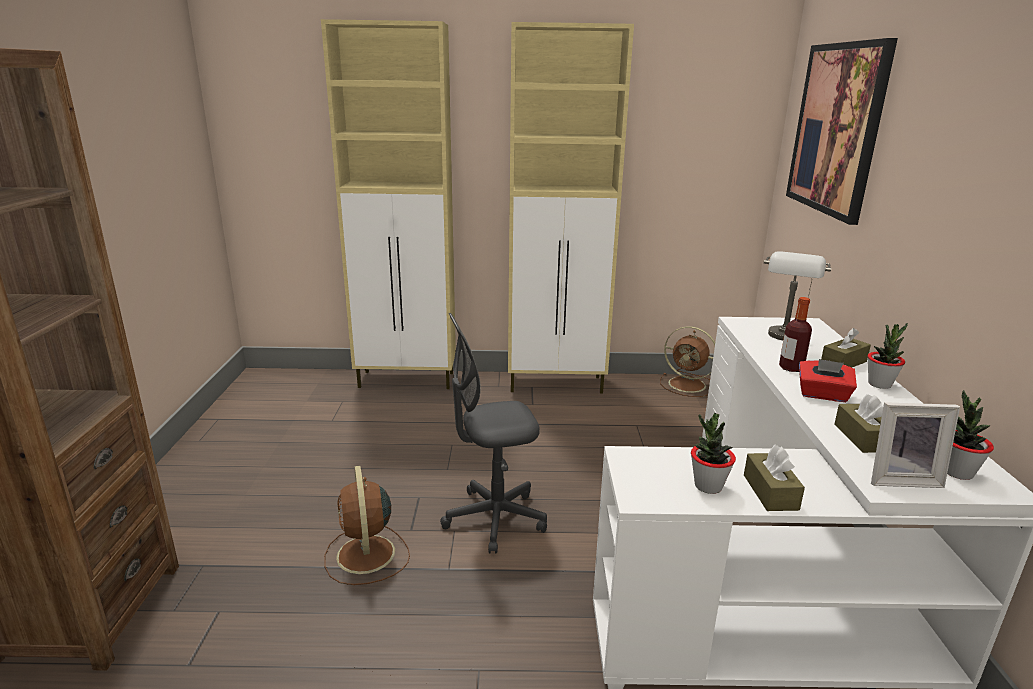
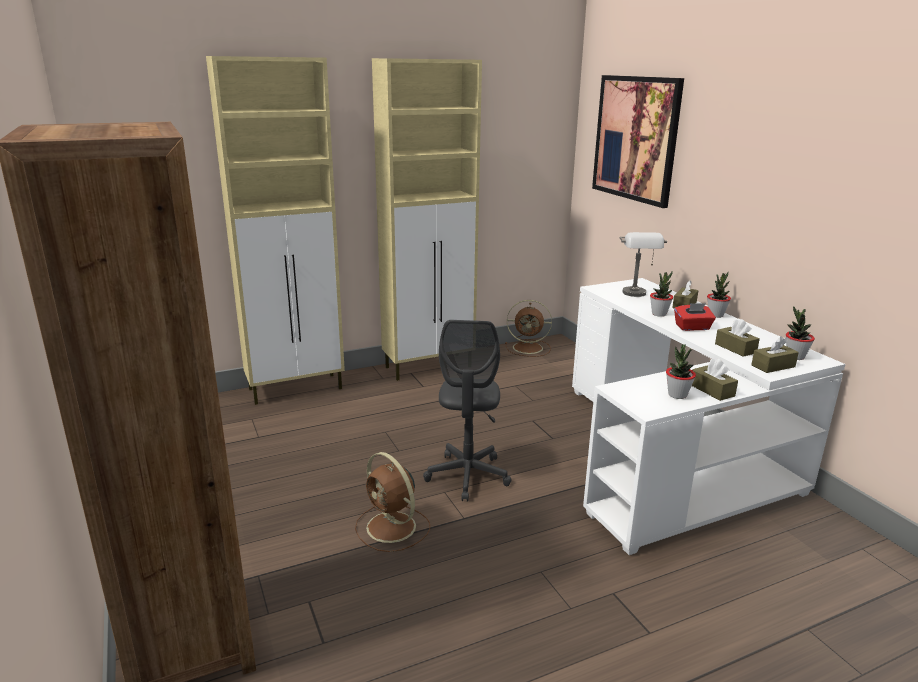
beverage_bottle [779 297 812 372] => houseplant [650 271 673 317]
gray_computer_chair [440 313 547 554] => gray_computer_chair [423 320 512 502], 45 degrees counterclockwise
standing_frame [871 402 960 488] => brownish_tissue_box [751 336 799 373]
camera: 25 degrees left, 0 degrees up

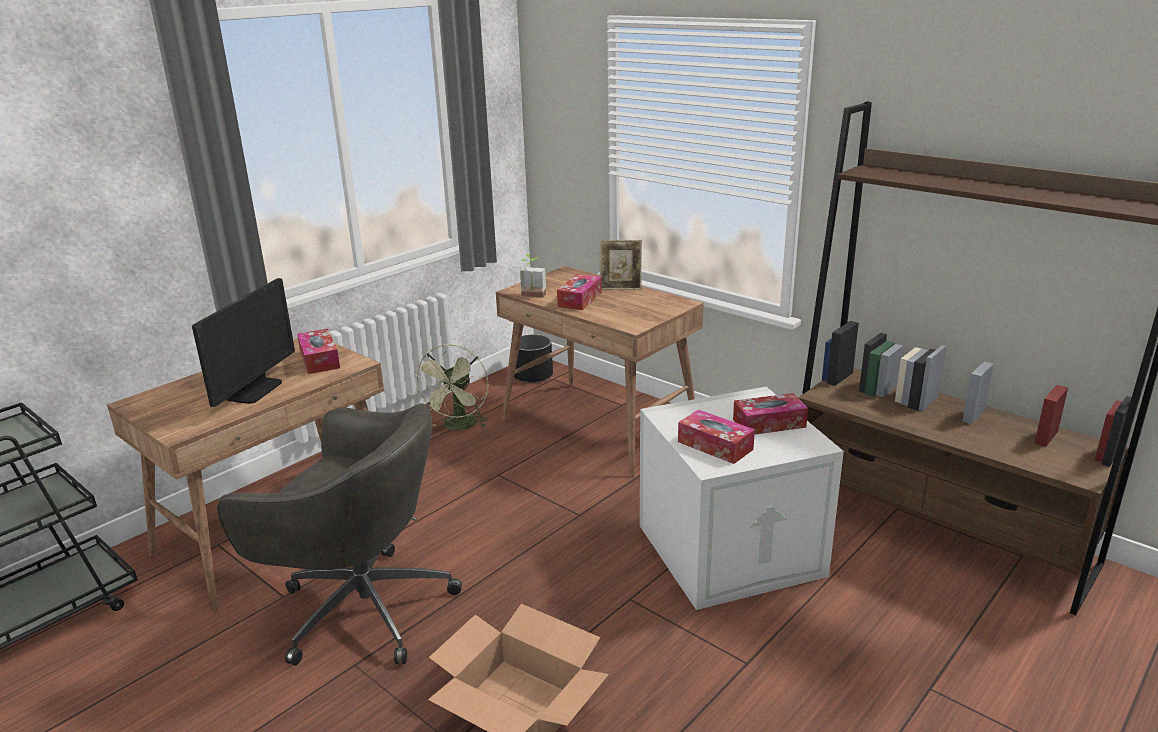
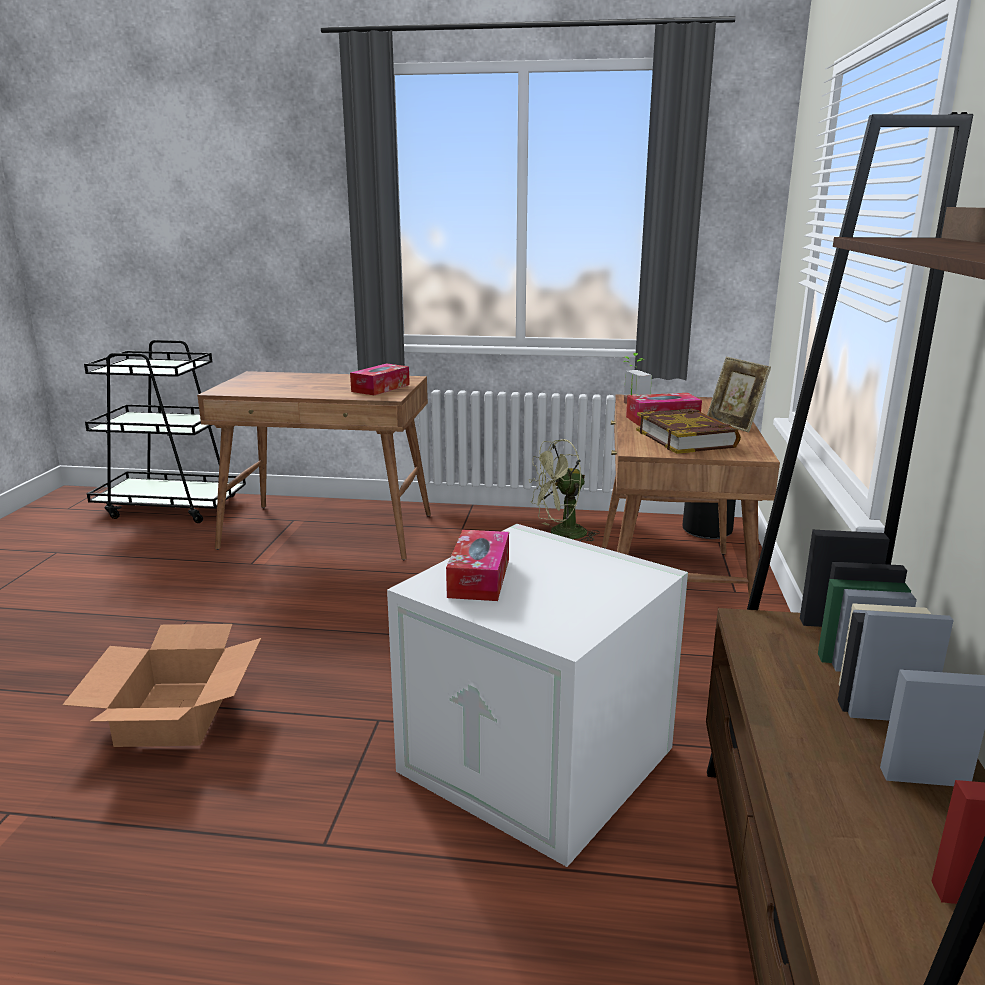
computer_screen [192 278 295 407] => nothing
tissue_box [733 393 808 435] => nothing
gray_computer_chair [217 403 462 666] => nothing
nothing => bound_book [636 409 741 454]
camera: 55 degrees right, 5 degrees down

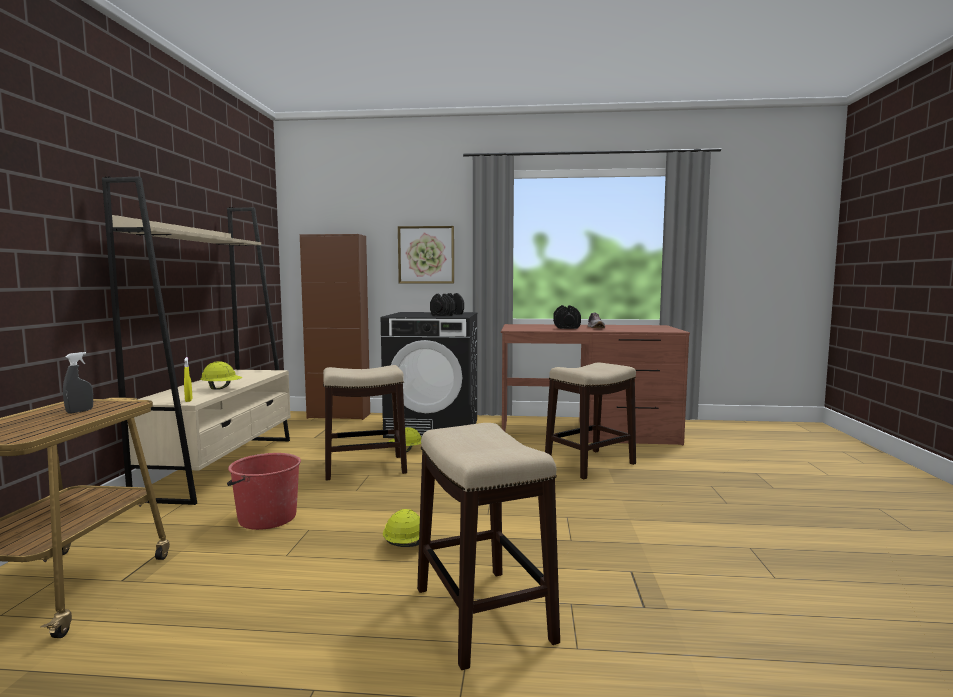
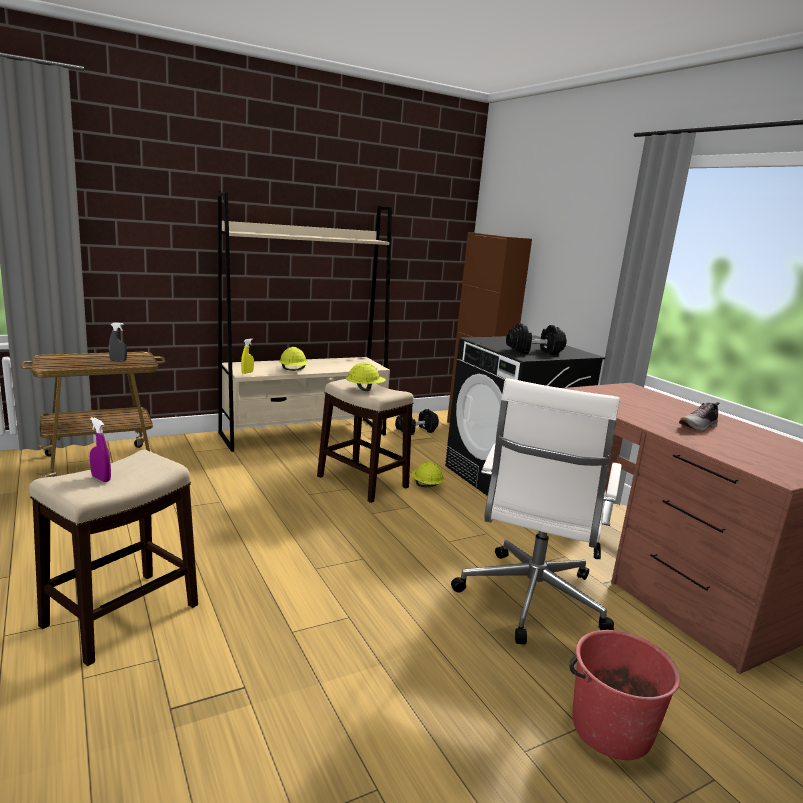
wall_art [398 226 454 284] => nothing
black-coloured_dumbbell [553 305 581 329] => black-coloured_dumbbell [395 409 439 435], relocated
sitting_stool [545 363 636 479] => whitish_computer_chair [451 378 622 645]
reddish_bucket [227 453 301 530] => reddish_bucket [569 630 680 760], relocated
yellow-coloured_work_helmet [383 509 420 547] => yellow-coloured_work_helmet [346 363 386 391], relocated
nothing => purplish_sprayer [90 417 111 482]
camera: 55 degrees right, 10 degrees up

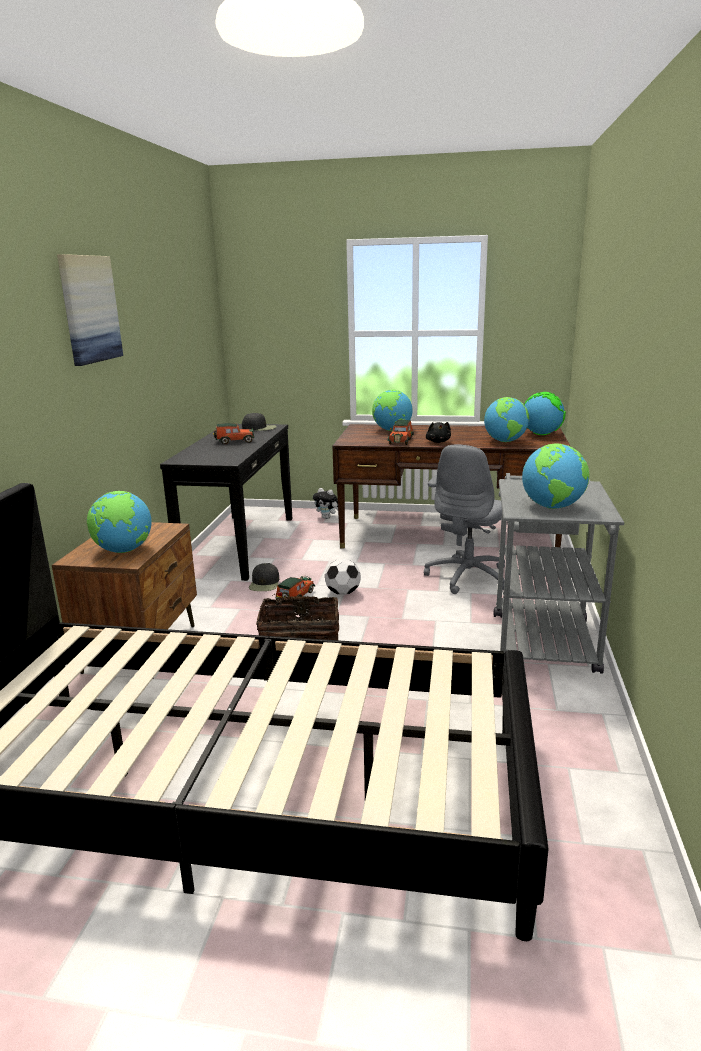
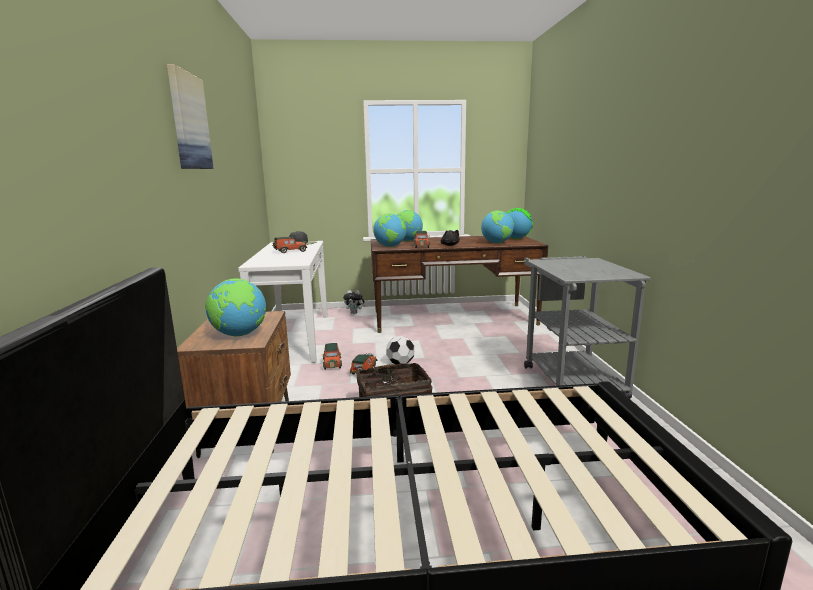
black-coloured_hall_table [160 424 292 581] => whitish_hall_table [238 241 328 363]
desk_globe [522 443 589 509] => desk_globe [373 213 406 247], relocated
gray_computer_chair [424 444 505 594] => nothing
black-coloured_cap [249 563 279 591] => model_car [322 343 342 370]
camera: 15 degrees left, 5 degrees down

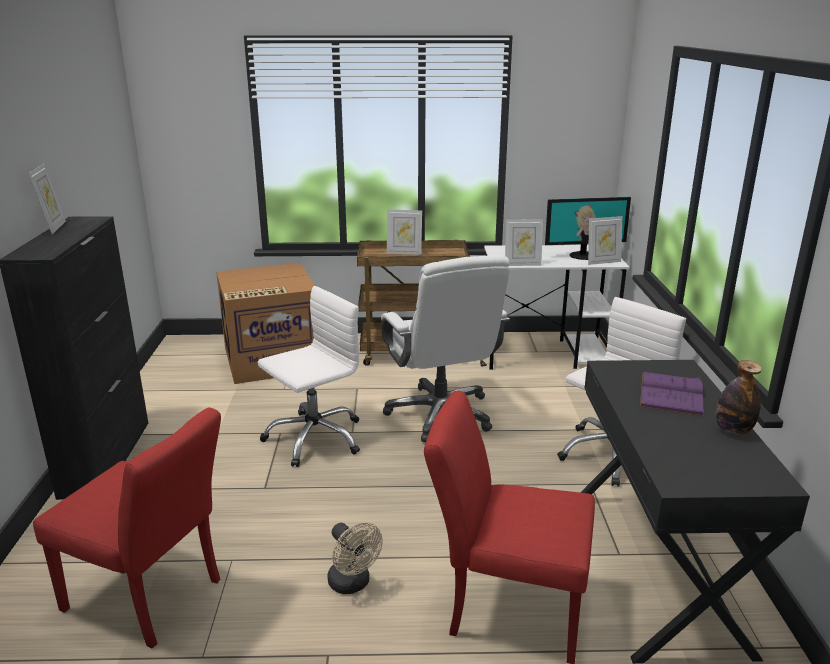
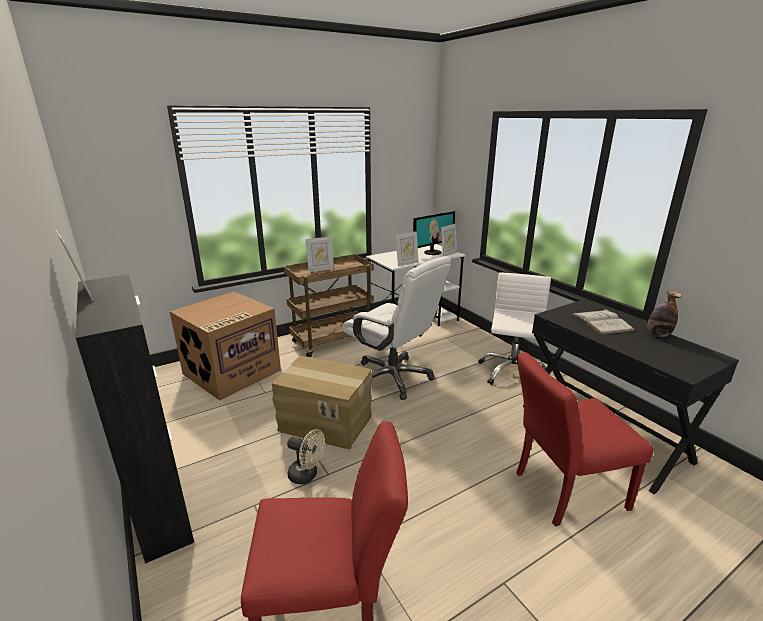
whitish_computer_chair [258 286 360 467] => cardboard_box [272 356 373 450]
purplish_bound_book [640 372 704 416] => whitish_bound_book [572 309 635 335]
sand-coloured_cooling_fan [327 522 383 594] => sand-coloured_cooling_fan [287 429 325 484], relocated
camera: 30 degrees left, 0 degrees up

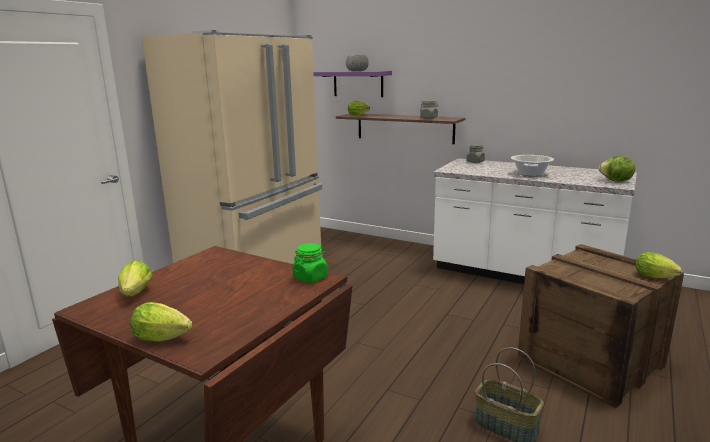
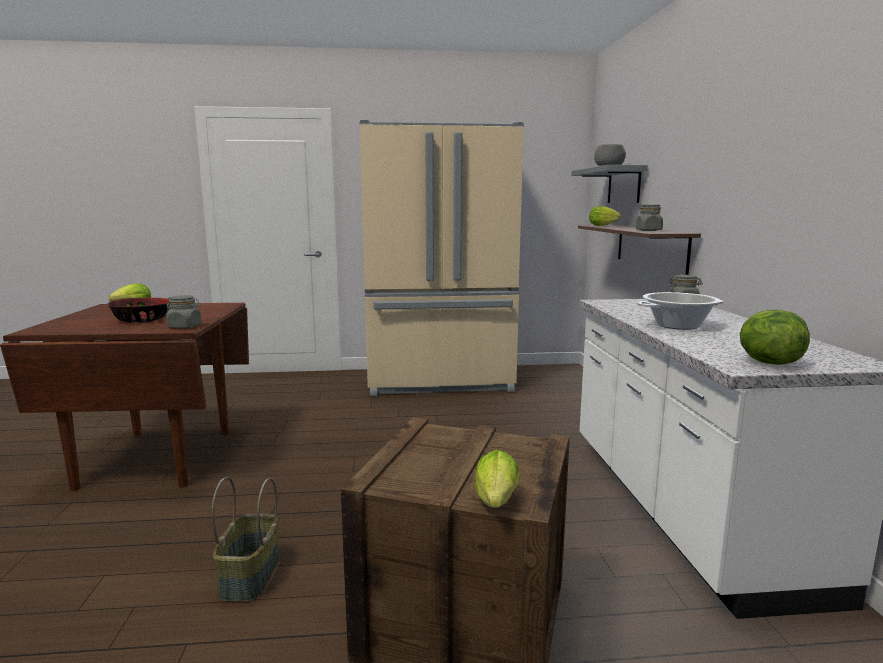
purplish_shelf [314 71 392 97] => gray_shelf [571 165 648 203]
green_jar [293 243 328 283] => gray_jar [166 295 202 329]
lettuce_head [130 302 192 342] => nothing
nothing => bowl [107 298 170 323]
camera: 55 degrees right, 5 degrees down

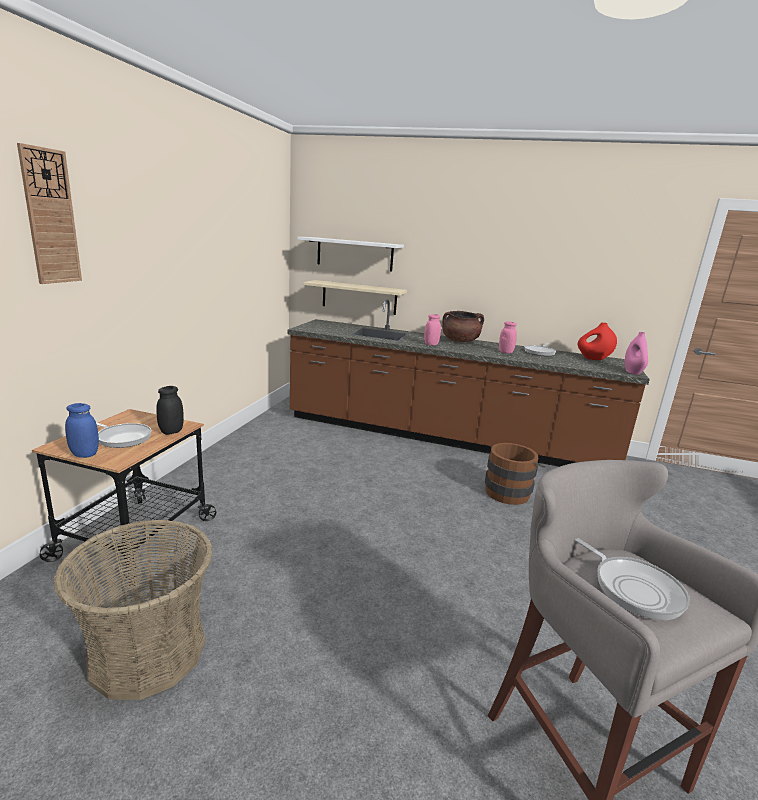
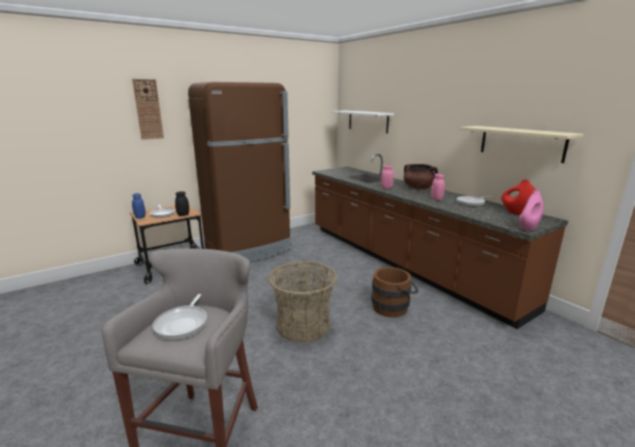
sand-coloured_shelf [303 280 407 315] => sand-coloured_shelf [459 126 583 163], relocated
household_basket [53 520 213 700] => household_basket [268 261 337 343], relocated
nothing => brownish_kitchen_fridge [188 82 292 262]
camera: 40 degrees right, 0 degrees up

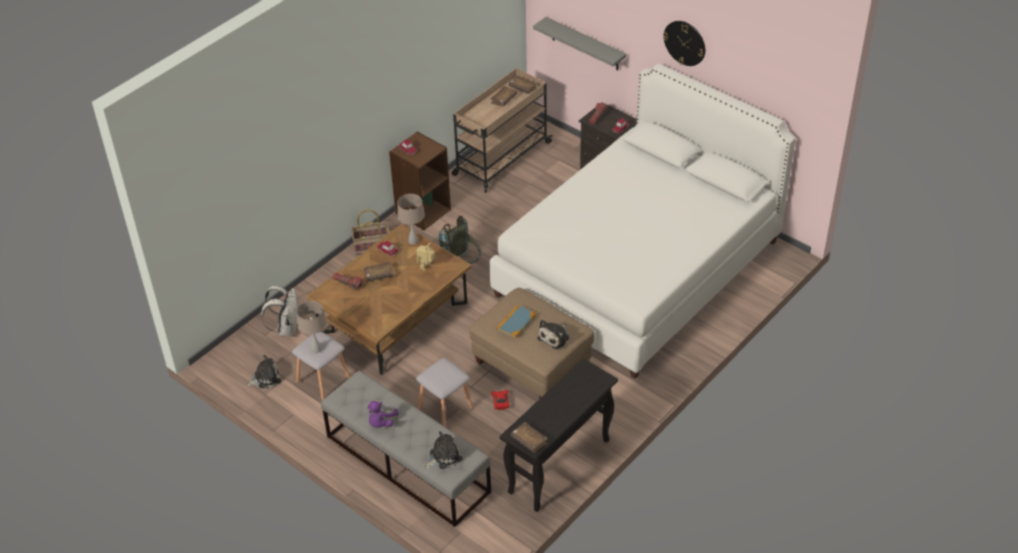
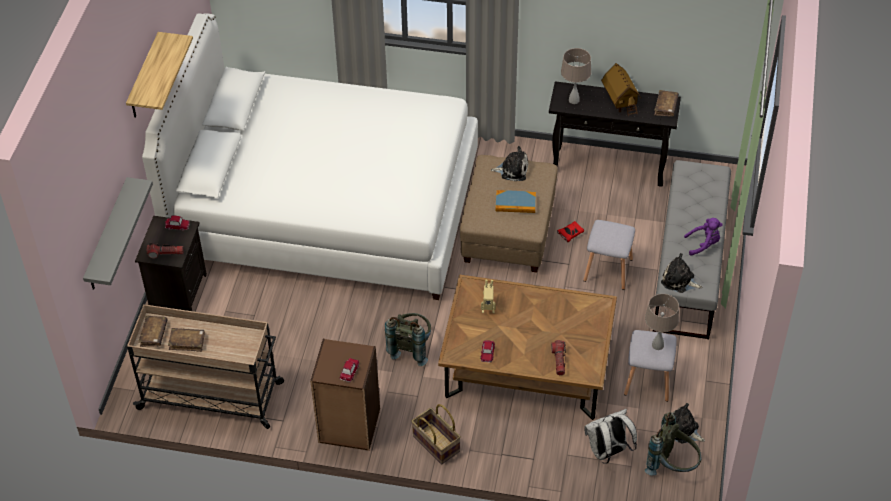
wall_clock [663 21 705 66] => shelf [126 32 193 118]
sand-coloured_tabletop_lamp [397 194 425 245] => sand-coloured_tabletop_lamp [561 48 591 104], relocated
brownish_bound_book [363 262 394 282] => nothing
cuddly_toy [425 431 463 469] => cuddly_toy [661 253 702 293], relocated
nothing => model_house [601 63 642 116]
nothing => gray_knapsack [645 412 702 476]
camera: 120 degrees left, 5 degrees up

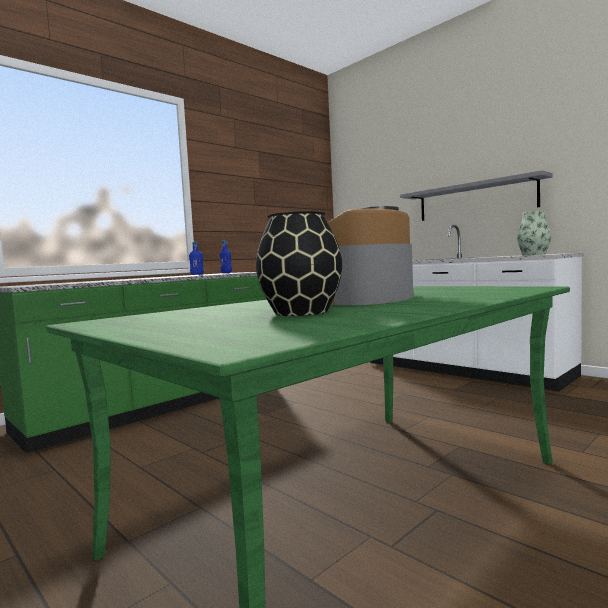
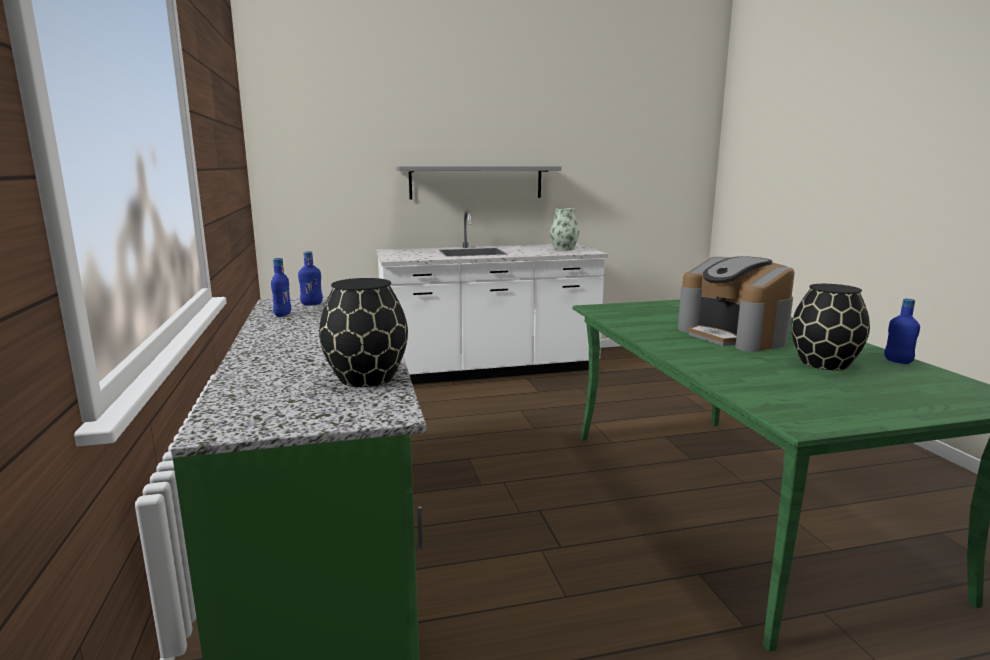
nothing => black-coloured_decorative_vase [319 278 408 387]
nothing => bluish_beverage_bottle [884 299 920 364]
camera: 60 degrees left, 10 degrees up

